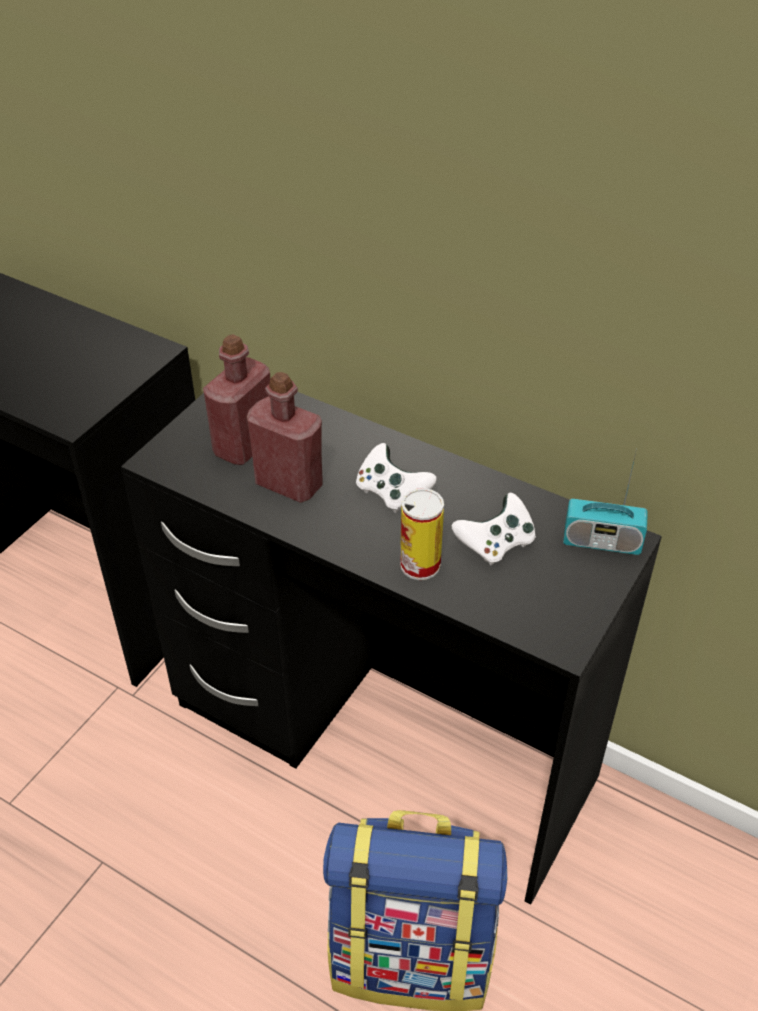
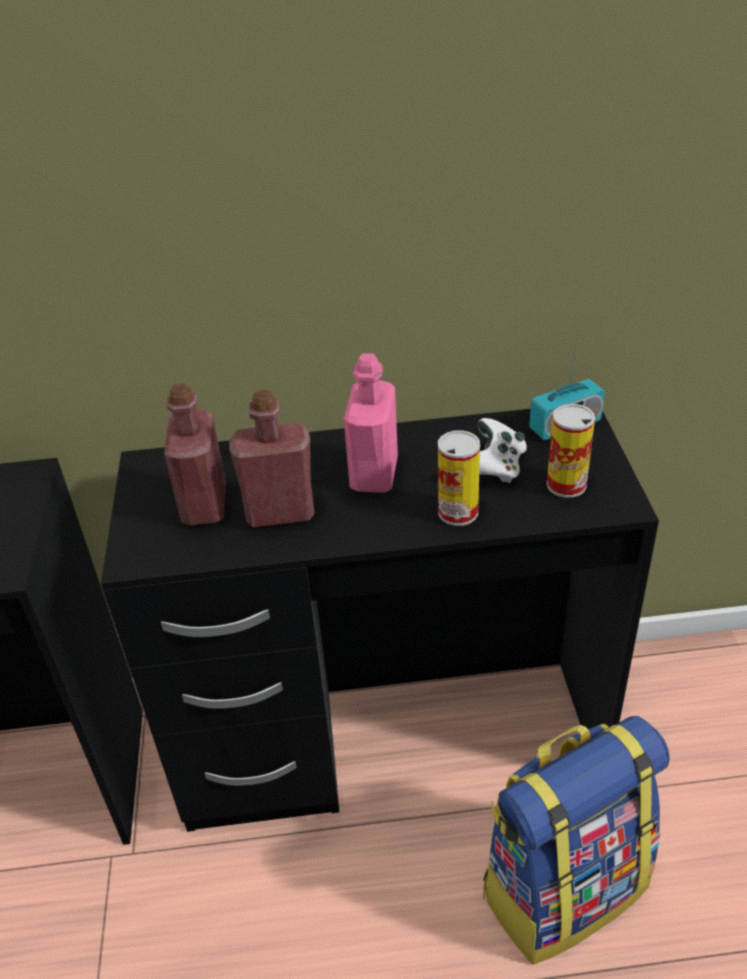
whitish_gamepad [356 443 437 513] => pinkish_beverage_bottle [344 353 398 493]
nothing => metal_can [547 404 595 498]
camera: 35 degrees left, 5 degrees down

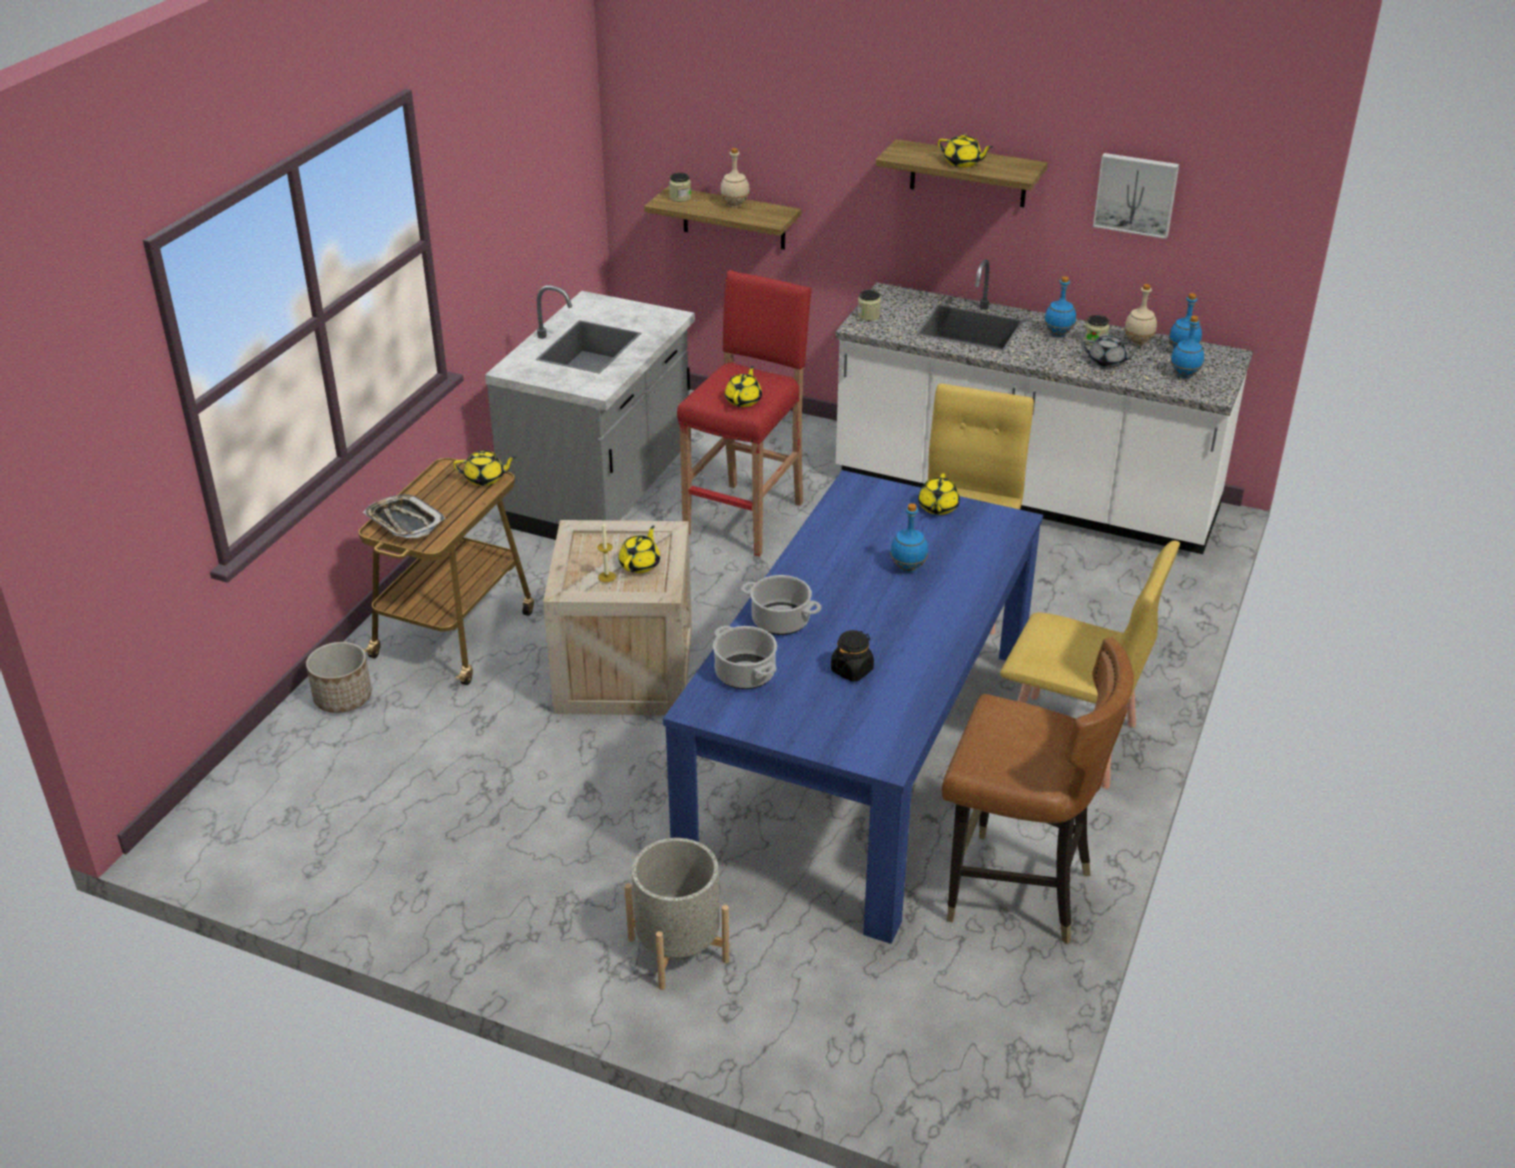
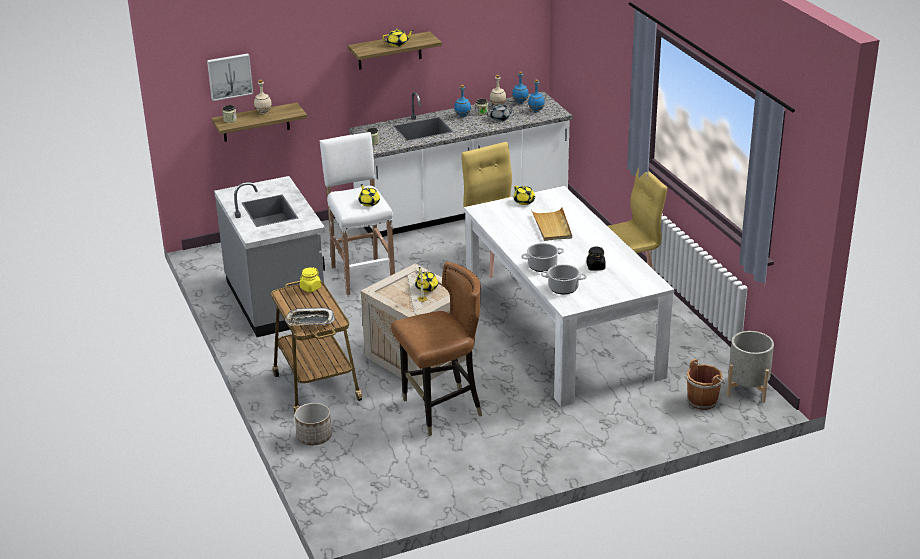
wall_art [1093 153 1179 239] => wall_art [207 53 253 101], relocated
reddish_sitting_stool [677 270 812 557] => whitish_sitting_stool [320 132 395 297]
yellow-coloured_pot_for_tea [453 451 516 486] => yellow-coloured_jar [300 267 321 292]
bluish_dining_table [663 470 1043 944] => whitish_dining_table [464 186 675 407]
bluish_beverage_bottle [890 503 928 572] => sand-coloured_tray [531 207 572 241]
brownish_plain_chair [942 637 1134 944] => brownish_plain_chair [391 262 482 436], relocated
gray_planter [625 838 729 990] => gray_planter [727 331 774 402], relocated
nothing => brownish_bucket [685 359 726 410]
camera: 45 degrees left, 5 degrees down

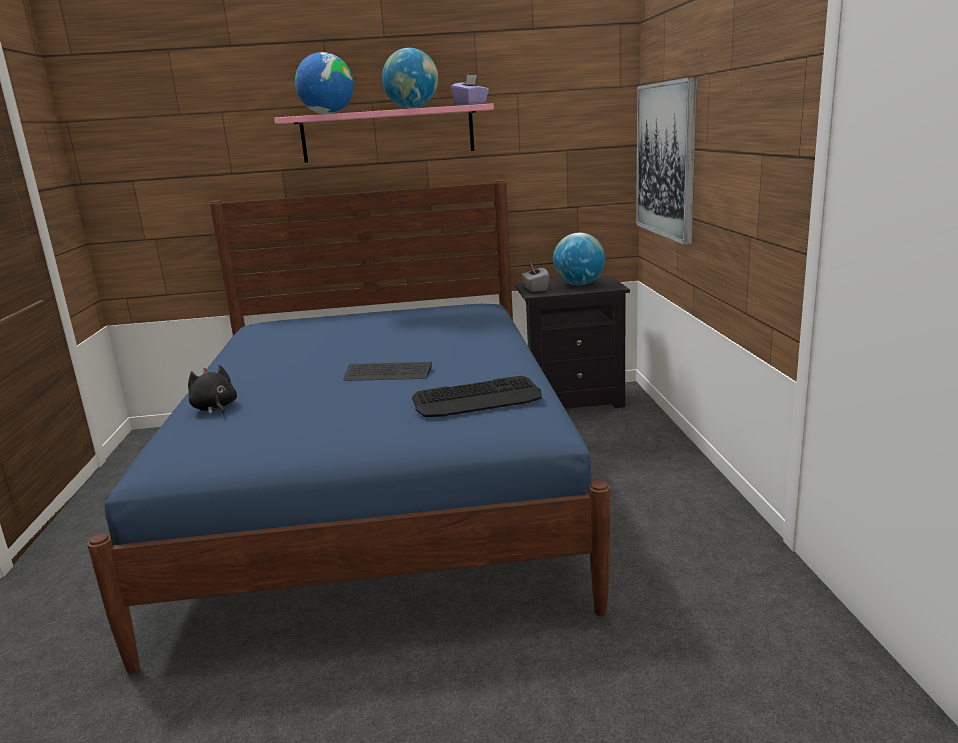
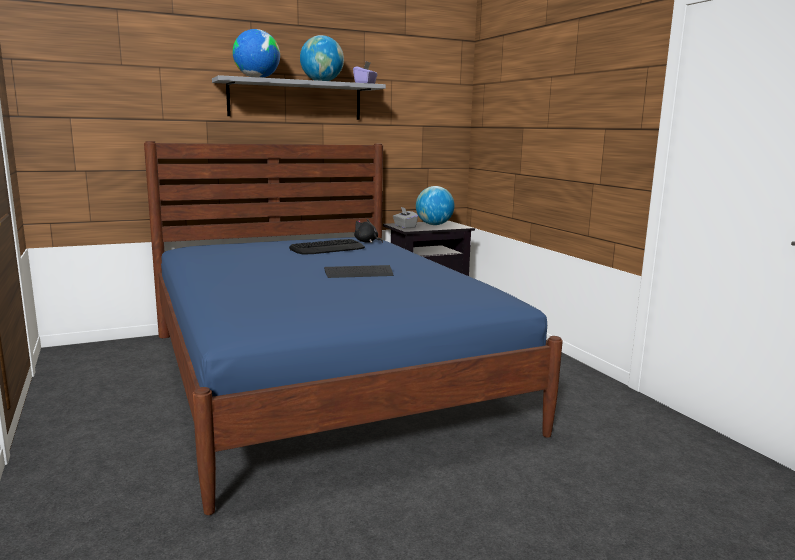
wall_art [636 77 697 245] => nothing
pinkish_shelf [274 103 494 163] => gray_shelf [212 75 386 120]
black-coloured_cuddly_toy [188 365 237 415] => black-coloured_cuddly_toy [354 219 383 243], relocated
computer_keyboard [412 376 542 417] => computer_keyboard [289 239 365 255], relocated
camera: 20 degrees left, 5 degrees down

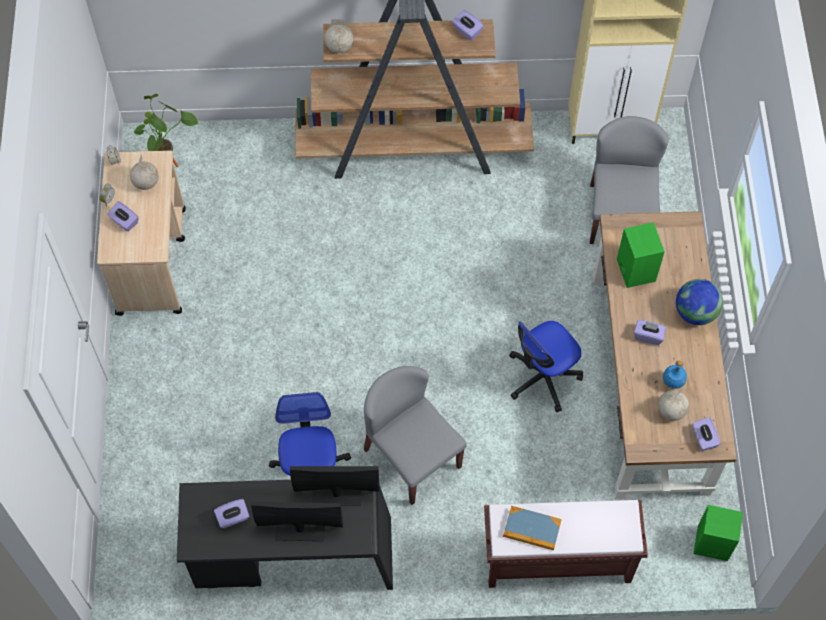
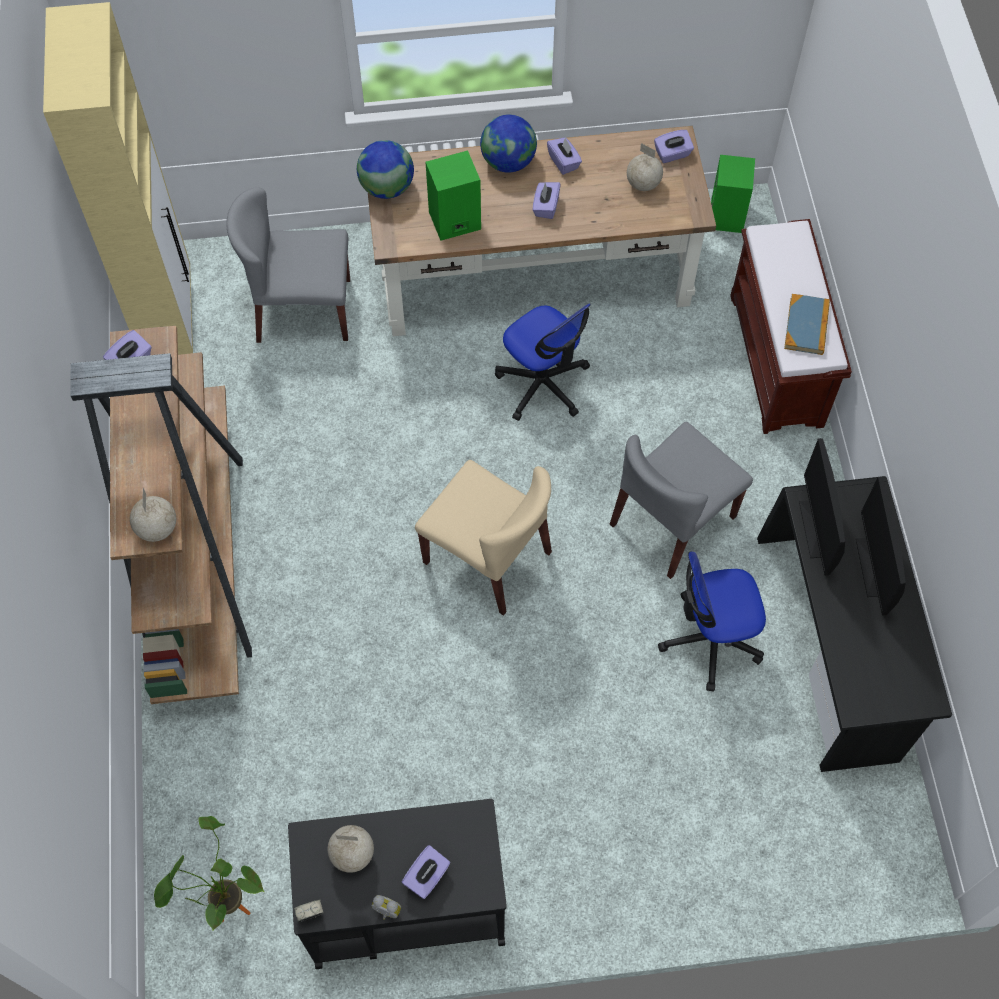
sand-coloured_cart [97 150 186 316] => black-coloured_cart [288 799 507 969]
bluish_beverage_bottle [663 360 687 389] => nothing
purplish_tissue_box [214 499 249 528] => purplish_tissue_box [547 137 582 175], relocated
nothing => desk_globe [357 140 414 199]
nothing => sand-coloured_plain_chair [415 460 552 616]
camera: 95 degrees left, 0 degrees up

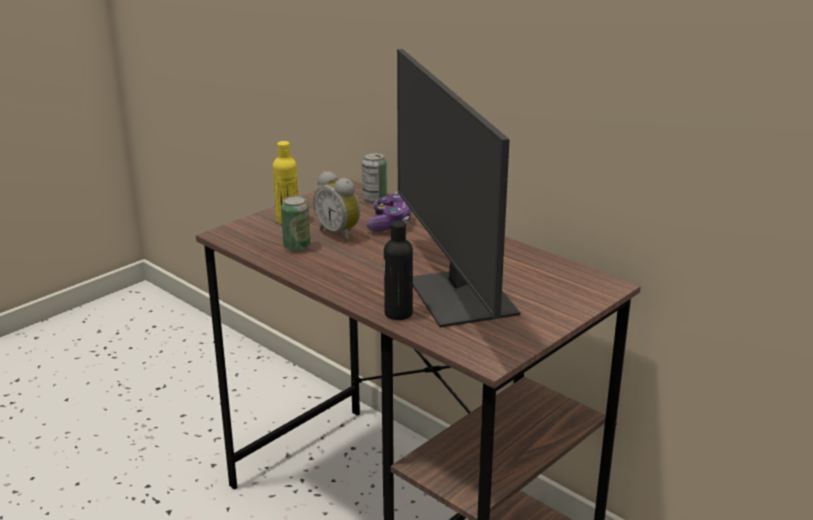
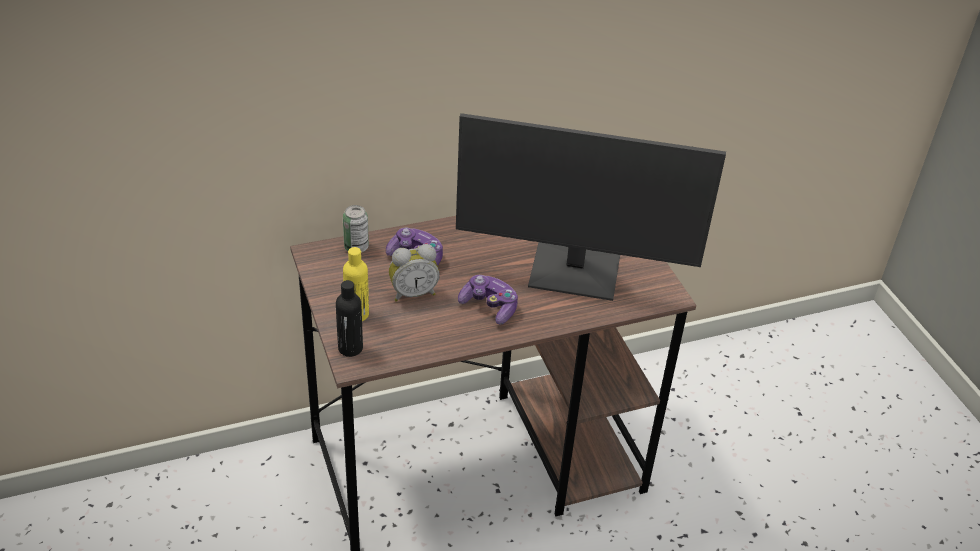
metal_can [281 196 310 252] => nothing
black-coloured_beverage_bottle [384 221 413 320] => black-coloured_beverage_bottle [336 280 363 357], relocated
nothing => gamepad [458 275 518 325]
camera: 65 degrees left, 15 degrees up

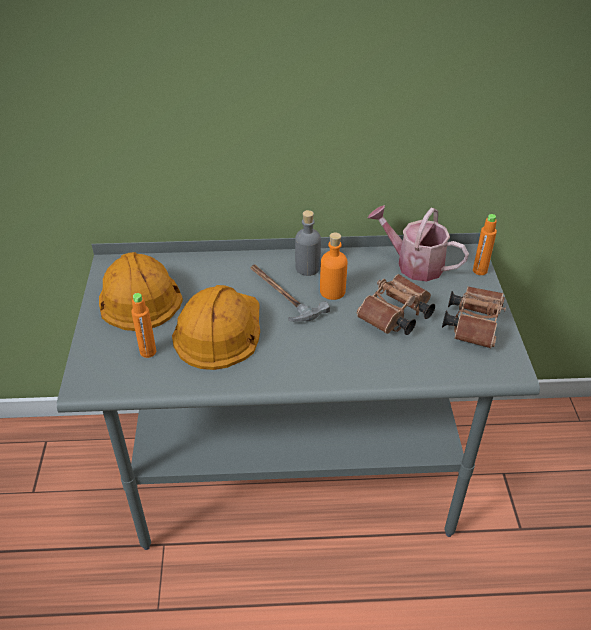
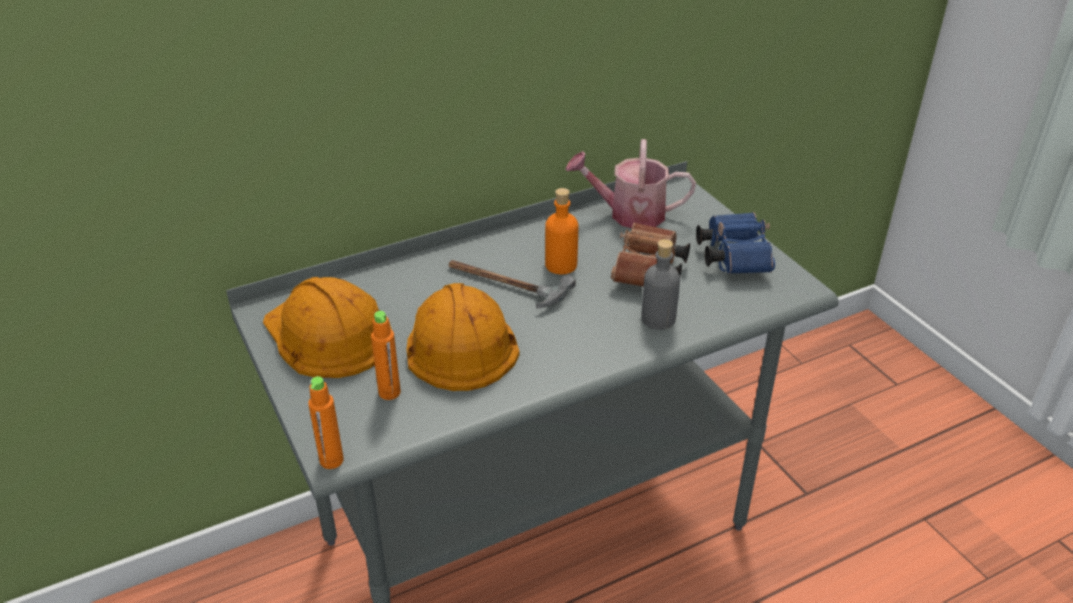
gray_beverage_bottle [295 210 321 276] => gray_beverage_bottle [641 239 680 330], relocated
orange_beverage_bottle [473 214 497 275] => orange_beverage_bottle [308 376 344 469], relocated
brownish_binoculars [442 286 506 348] => bluish_binoculars [696 212 775 274]
camera: 25 degrees left, 5 degrees down

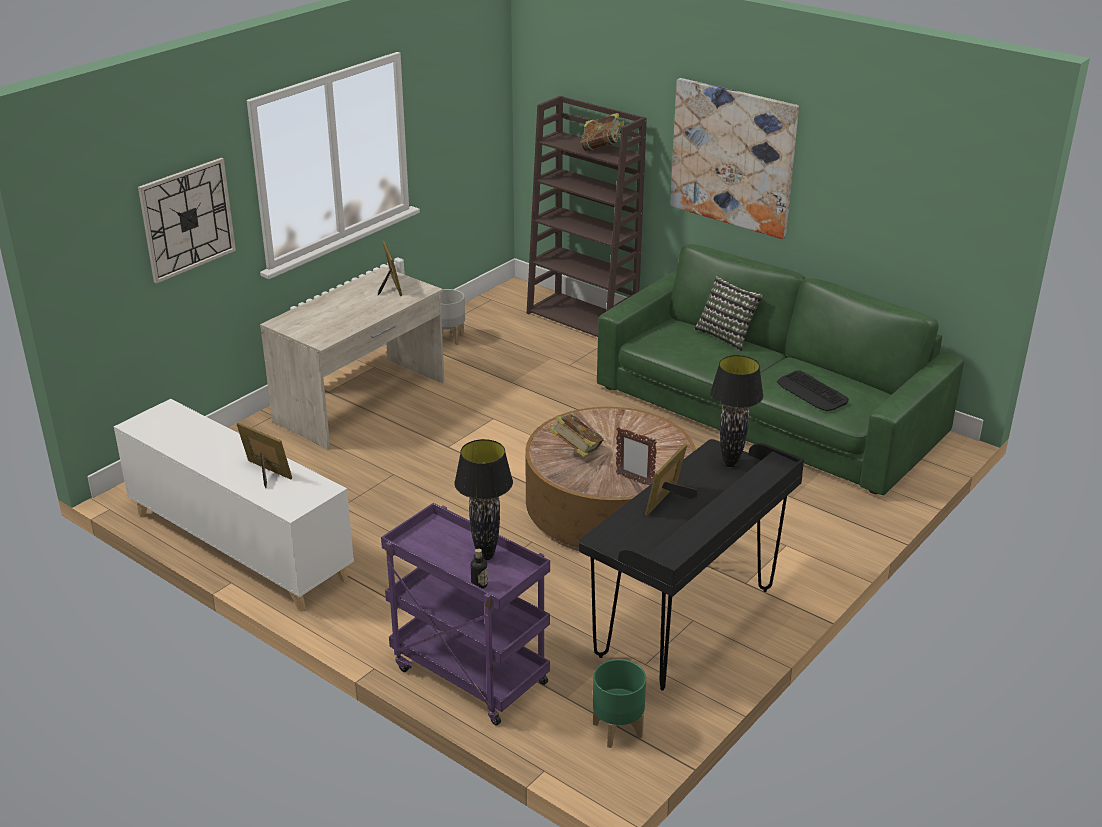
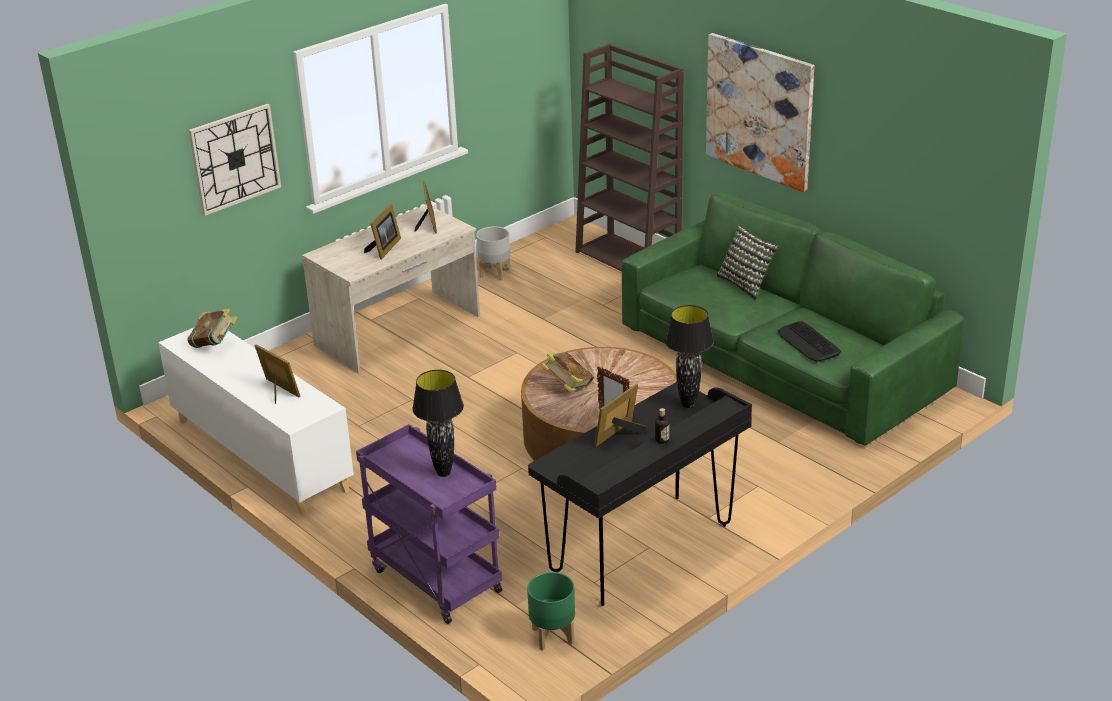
bound_book [581 113 624 151] => bound_book [187 308 238 348], relocated
beverage_bottle [471 548 488 589] => beverage_bottle [655 408 669 444], relocated
nothing => standing_frame [364 204 401 259]
camera: 10 degrees right, 0 degrees up

